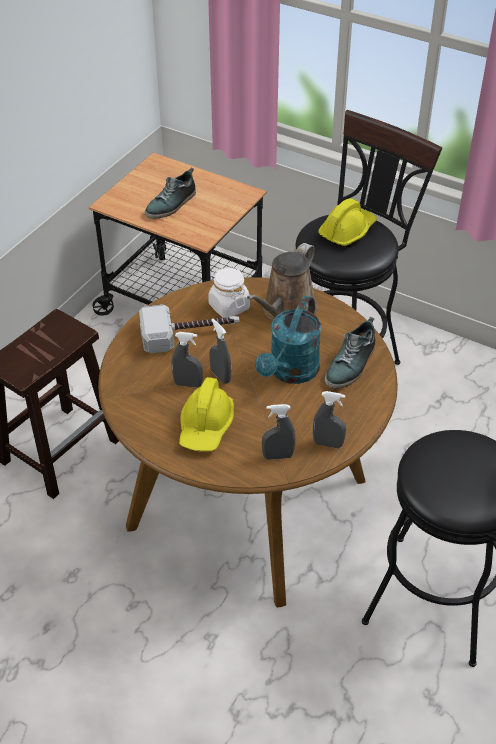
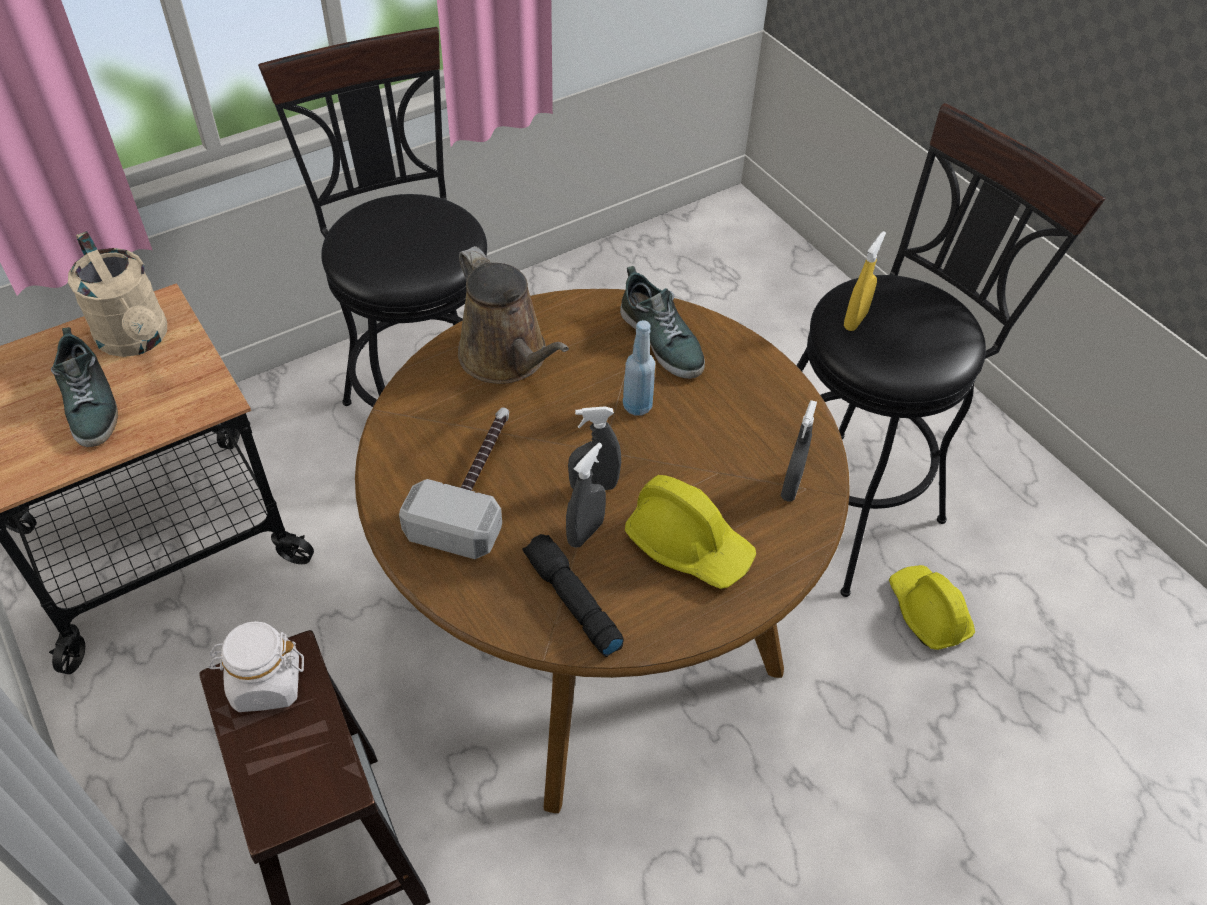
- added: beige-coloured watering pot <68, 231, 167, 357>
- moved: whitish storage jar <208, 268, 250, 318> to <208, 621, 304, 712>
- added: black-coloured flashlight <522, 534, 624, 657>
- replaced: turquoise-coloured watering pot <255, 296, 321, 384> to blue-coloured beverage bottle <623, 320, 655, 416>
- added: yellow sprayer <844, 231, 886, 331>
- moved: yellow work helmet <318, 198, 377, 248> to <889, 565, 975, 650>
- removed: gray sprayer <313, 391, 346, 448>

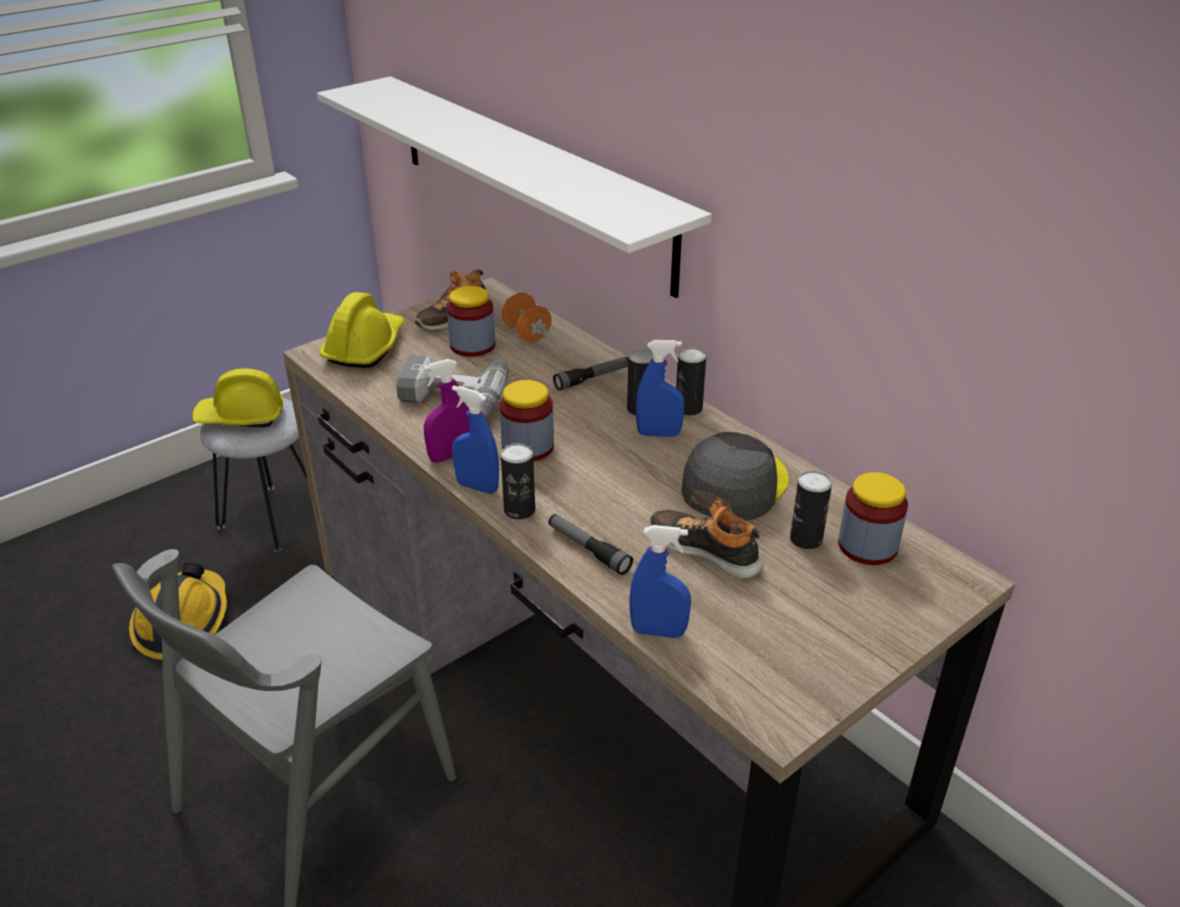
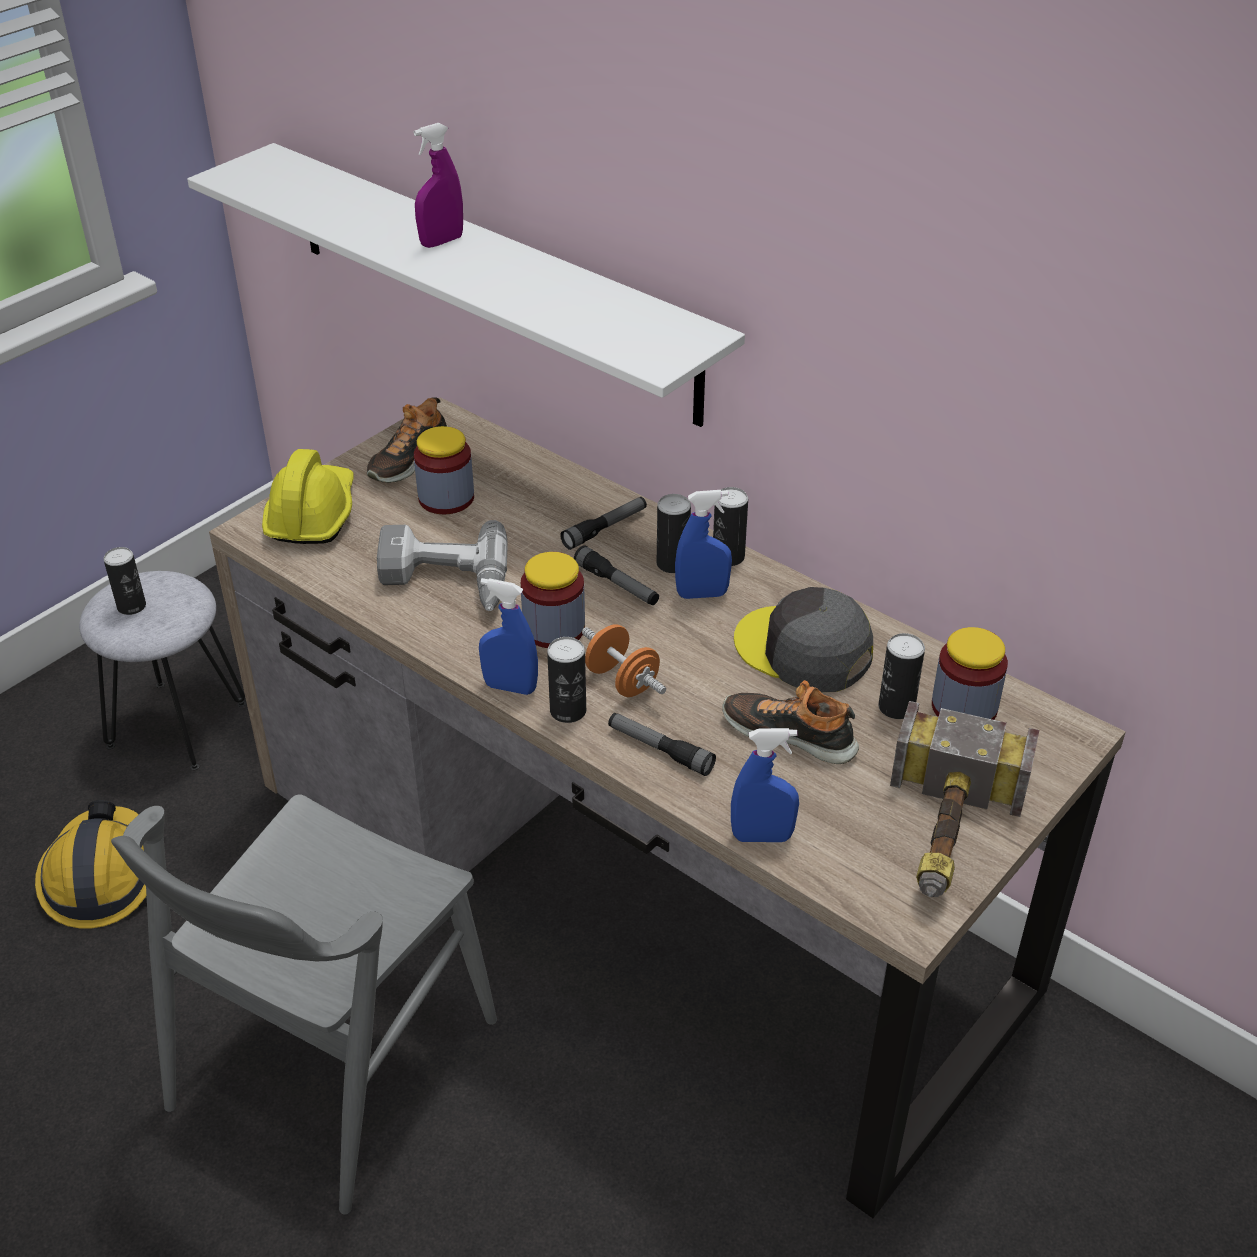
- replaced: yellow work helmet <192, 368, 283, 428> to can <103, 547, 146, 615>
- moved: purple sprayer <423, 359, 470, 462> to <414, 123, 463, 248>
- added: flashlight <574, 546, 659, 605>
- moved: orange-coloured free weight <502, 293, 552, 342> to <582, 624, 666, 697>
- turned: gray baseball cap <681, 432, 789, 521> = <734, 587, 873, 692> 75 degrees counterclockwise
- added: hammer <890, 701, 1039, 897>

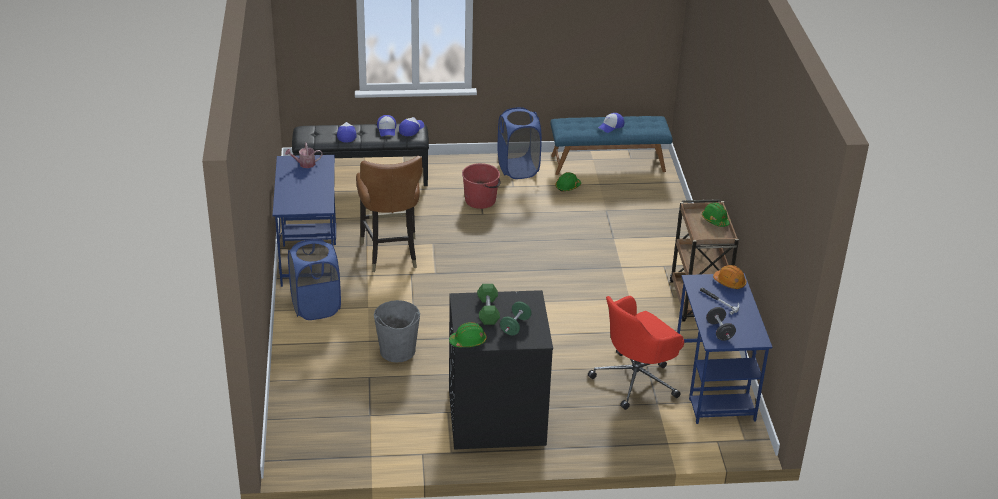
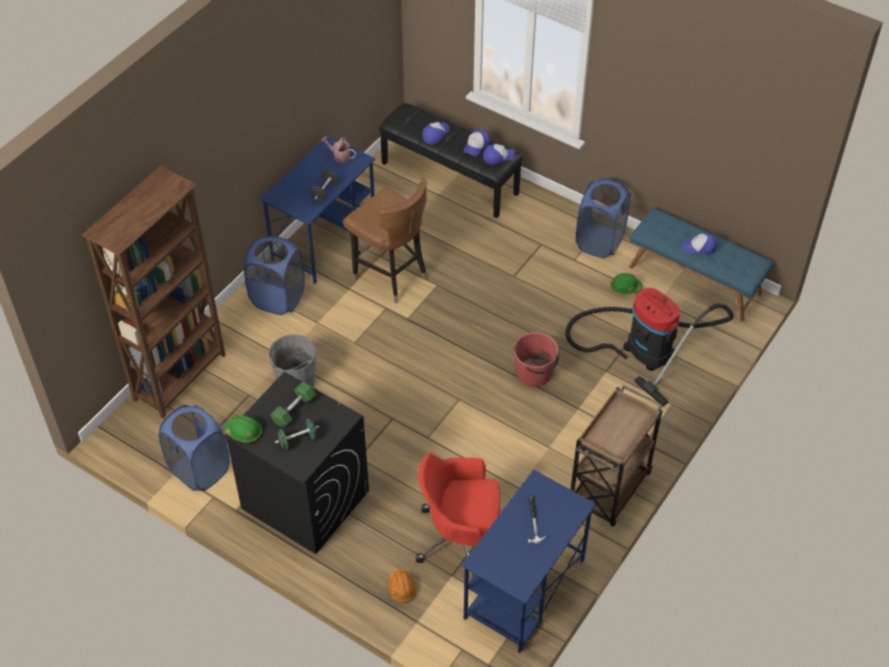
- added: brownish bookcase <82, 166, 225, 418>
- added: blue-coloured laundry basket <159, 405, 230, 491>
- moved: black-coloured free weight <706, 307, 736, 341> to <310, 171, 339, 202>
- turned: brownish plain chair <356, 156, 422, 272> = <343, 178, 428, 304> 75 degrees counterclockwise
- moved: orange-coloured work helmet <713, 265, 746, 289> to <388, 569, 416, 603>
- moved: red-coloured water bucket <462, 163, 501, 209> to <513, 332, 559, 387>
- added: vacuum cleaner <565, 288, 733, 407>
- removed: green work helmet <702, 203, 731, 227>

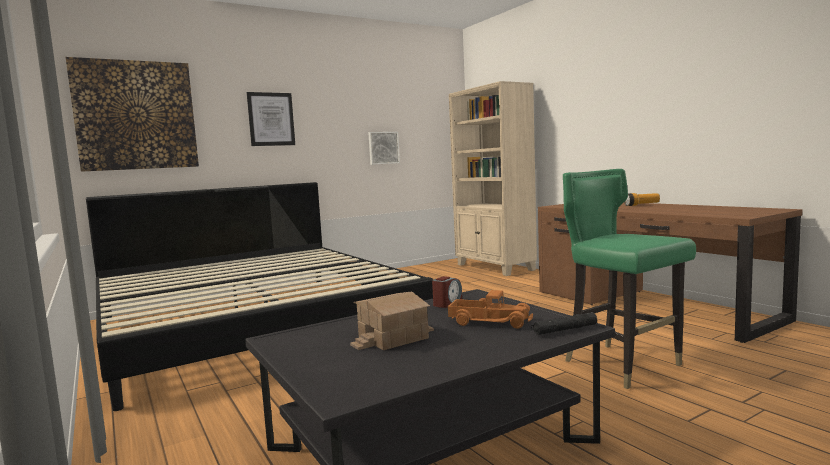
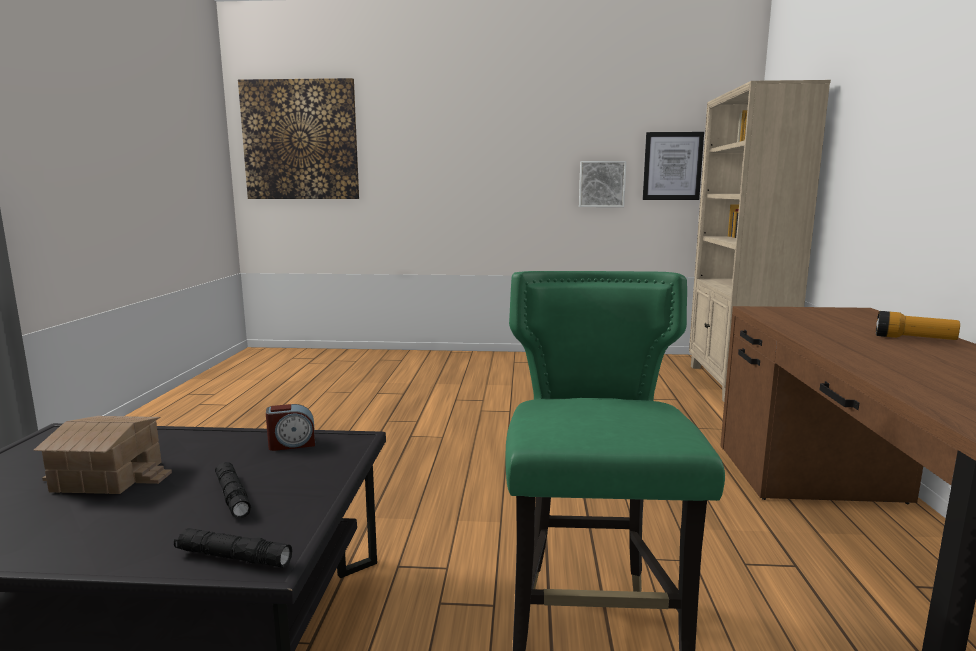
- replaced: toy lorry <448, 290, 533, 329> to black-coloured flashlight <215, 462, 251, 518>
- moved: wall art <247, 92, 295, 146> to <643, 132, 704, 200>
- removed: bedroom bed <86, 182, 433, 411>

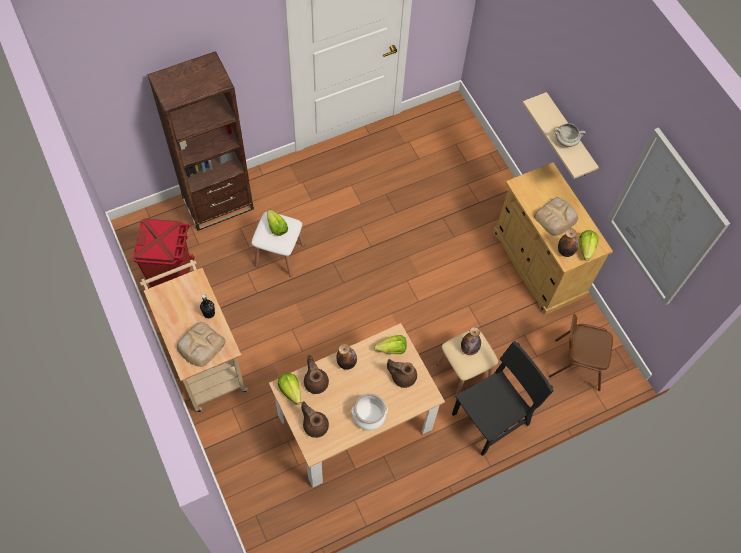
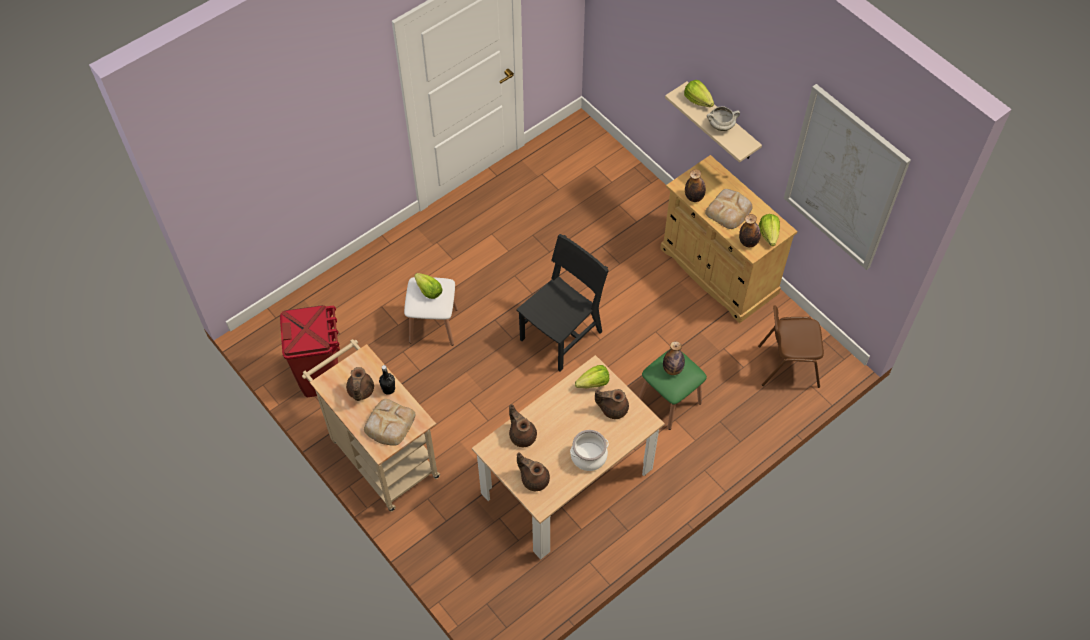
- added: brownish tea pot <346, 367, 374, 401>
- moved: black-coloured plain chair <452, 341, 554, 456> to <516, 234, 609, 371>
- recoloured: beige-coloured stool seat <436, 330, 498, 397> to green stool seat <638, 349, 707, 430>
- moved: lettuce head <278, 373, 301, 405> to <684, 80, 714, 107>
- moved: beverage bottle <336, 343, 357, 370> to <685, 169, 706, 202>
- removed: brownish bookcase <147, 51, 254, 231>

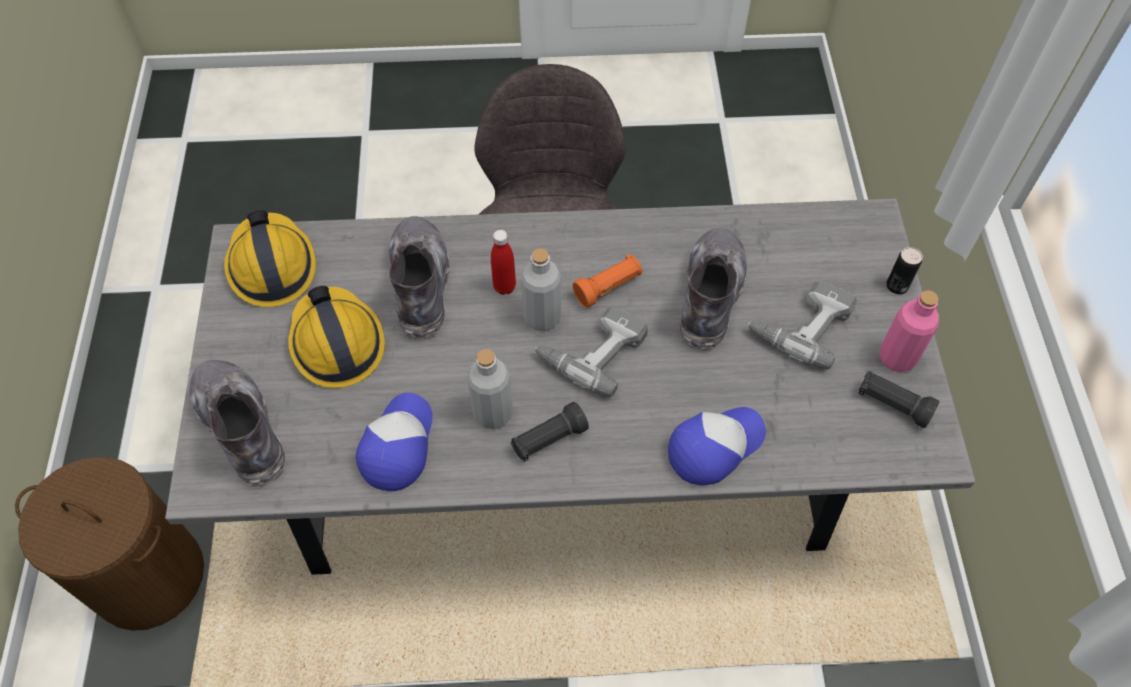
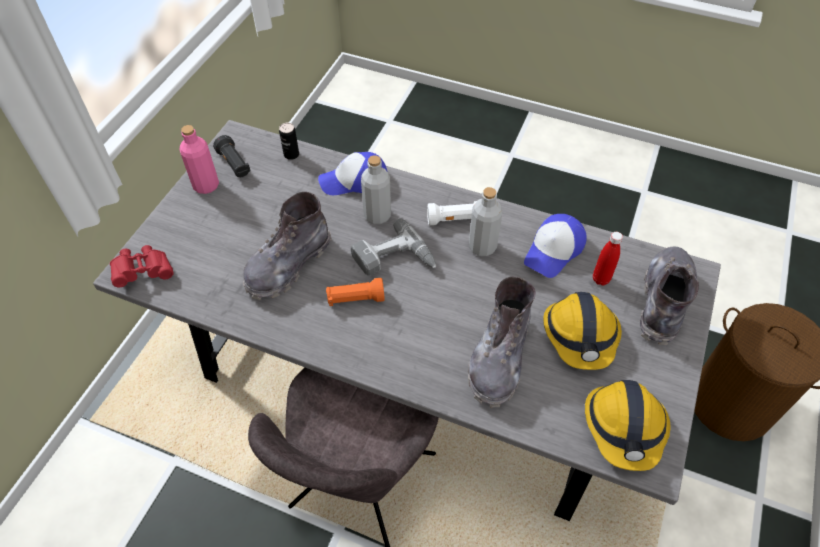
- added: red-coloured binoculars <110, 245, 174, 287>
- moved: can <886, 247, 923, 294> to <279, 123, 299, 160>
- moved: gray beverage bottle <521, 248, 561, 331> to <361, 155, 391, 224>
- recoloured: black-coloured flashlight <511, 402, 589, 462> to whitish flashlight <427, 201, 477, 225>
- moved: red-coloured beverage bottle <491, 230, 516, 295> to <593, 232, 623, 286>
- turned: gray boot <190, 360, 285, 487> = <640, 246, 699, 345> 150 degrees counterclockwise
- removed: power drill <748, 281, 857, 369>

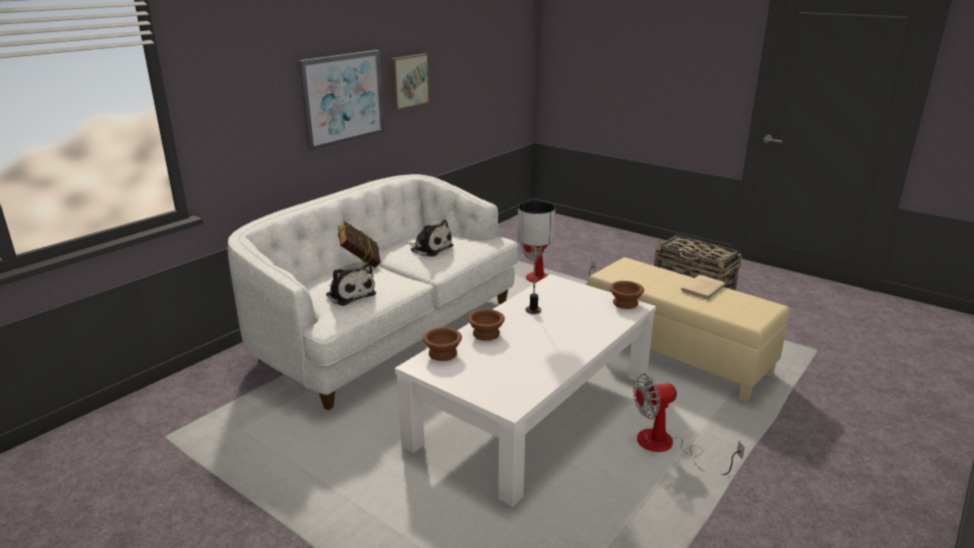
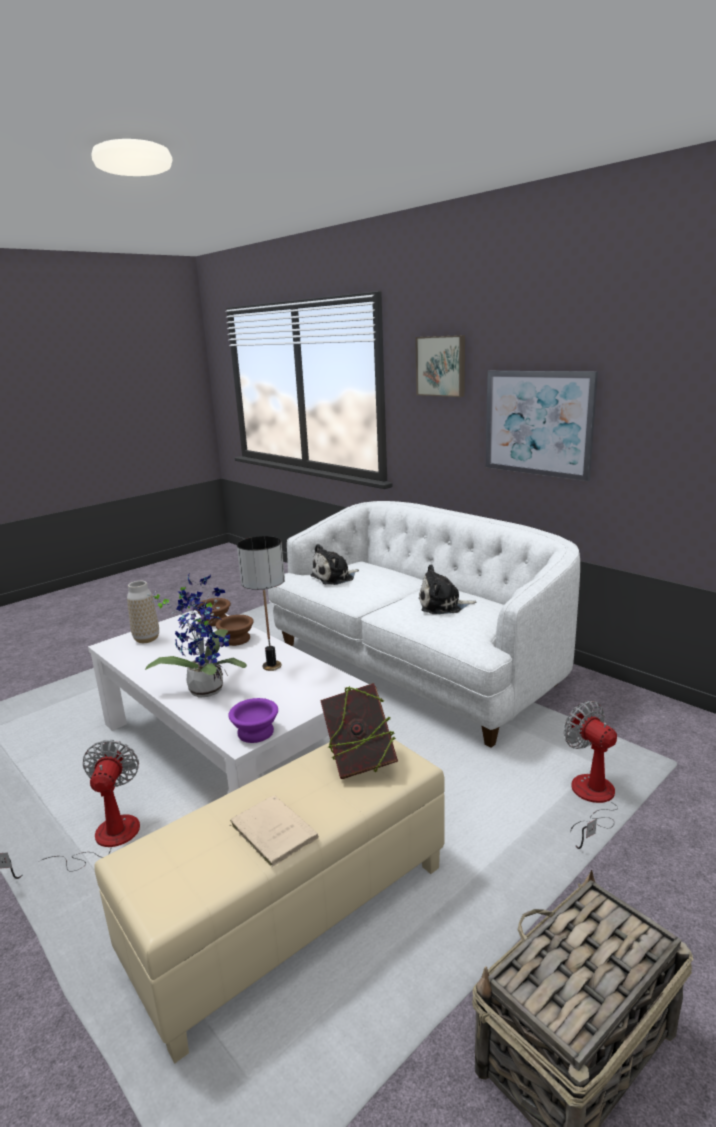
- added: decorative vase <127, 581, 159, 643>
- added: potted plant <145, 575, 247, 698>
- recoloured: brownish bowl <610, 281, 644, 309> to purple bowl <228, 698, 278, 743>
- moved: bound book <338, 221, 381, 268> to <320, 683, 398, 779>
- moved: wall art <390, 53, 430, 110> to <415, 335, 465, 397>
- turned: plush toy <406, 219, 454, 257> = <419, 564, 477, 614> 45 degrees clockwise

